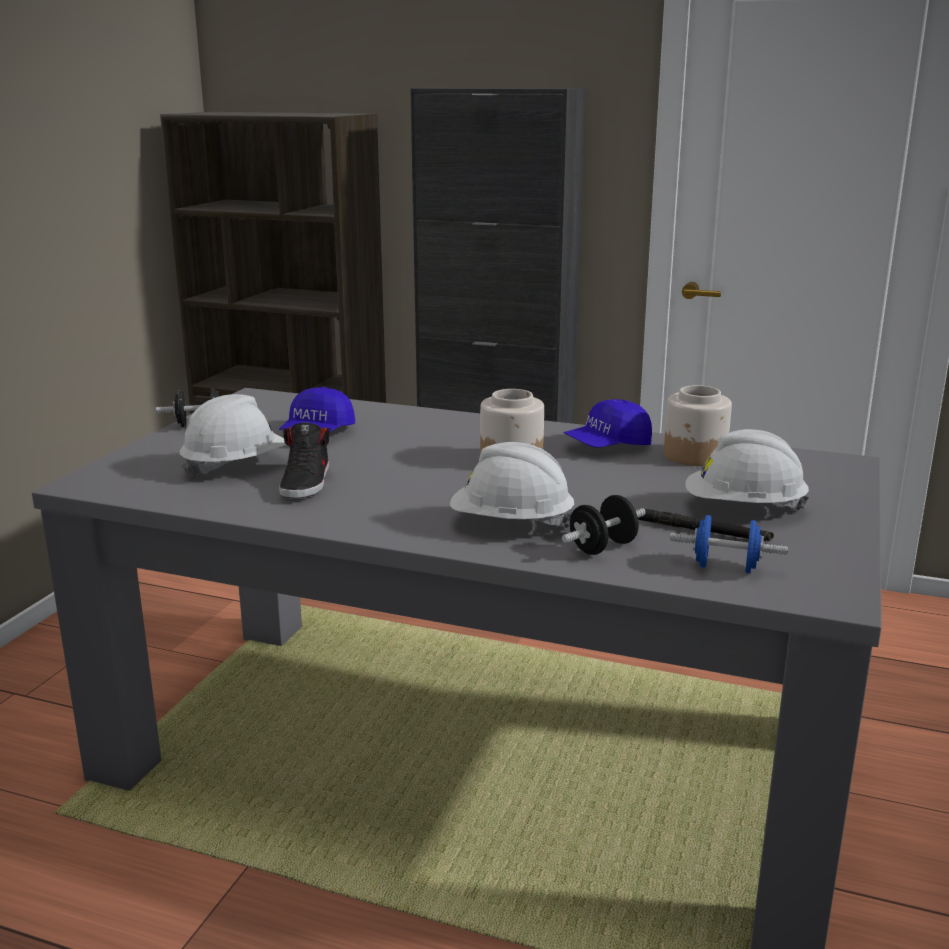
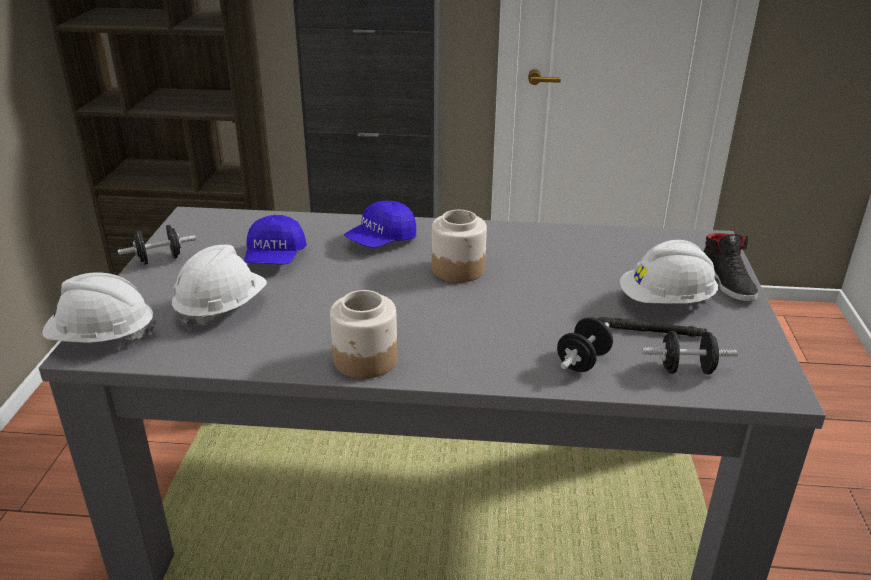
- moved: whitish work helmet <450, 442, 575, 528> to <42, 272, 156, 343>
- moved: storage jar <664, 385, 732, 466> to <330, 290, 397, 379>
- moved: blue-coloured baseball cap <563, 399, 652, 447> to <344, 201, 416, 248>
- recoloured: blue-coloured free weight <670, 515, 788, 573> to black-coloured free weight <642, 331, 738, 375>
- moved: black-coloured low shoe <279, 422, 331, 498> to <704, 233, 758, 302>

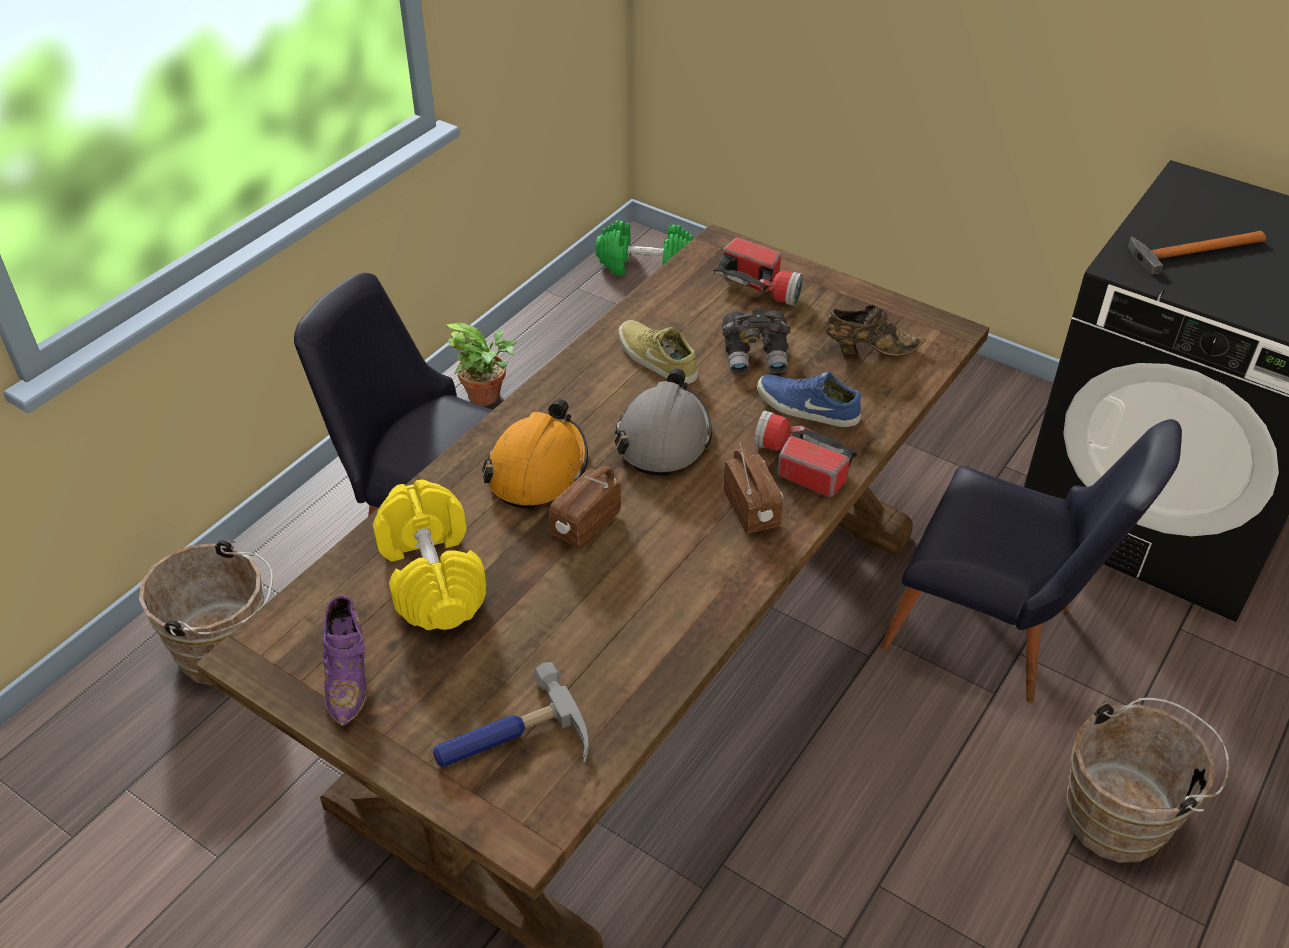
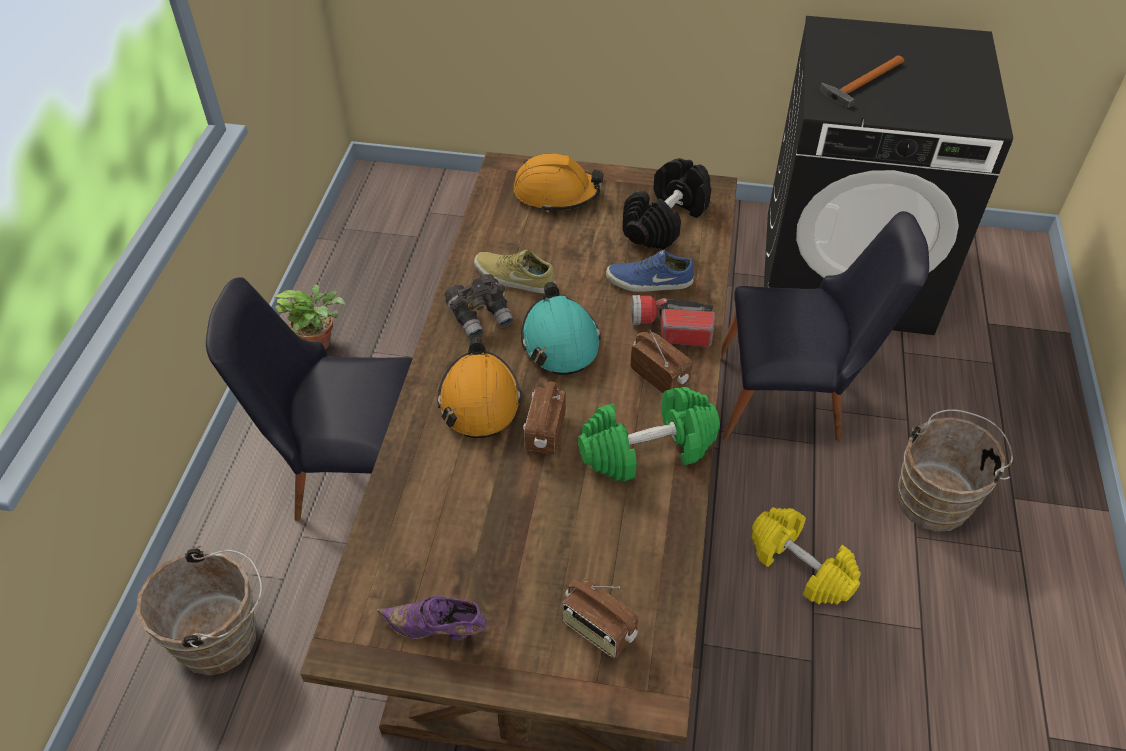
- turned: purple low shoe <323, 595, 367, 727> = <376, 596, 487, 641> 135 degrees clockwise
- moved: gray binoculars <722, 308, 791, 374> to <445, 274, 514, 339>
- replaced: flashlight <714, 238, 803, 306> to orange-coloured work helmet <513, 153, 604, 213>
- recoloured: gray work helmet <614, 368, 712, 476> to turquoise-coloured work helmet <521, 282, 601, 375>
- replaced: hammer <433, 662, 589, 767> to radio receiver <562, 579, 638, 658>
- moved: green free weight <596, 220, 693, 276> to <578, 387, 720, 482>
- replaced: brownish low shoe <824, 305, 927, 357> to black-coloured free weight <623, 158, 711, 250>
- moved: yellow free weight <373, 479, 486, 630> to <752, 507, 861, 605>

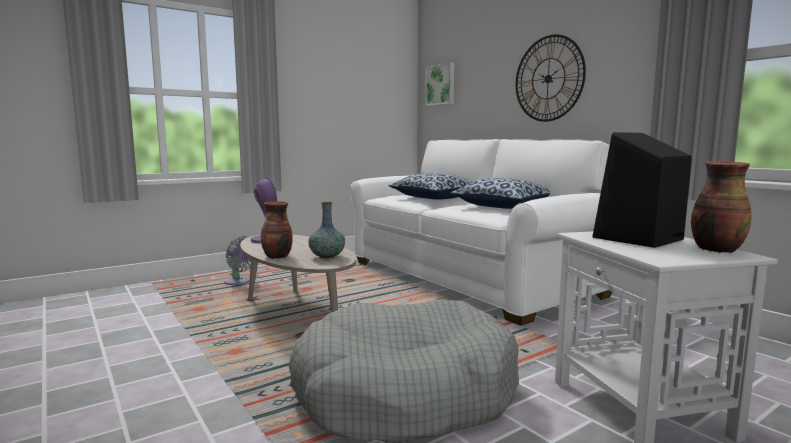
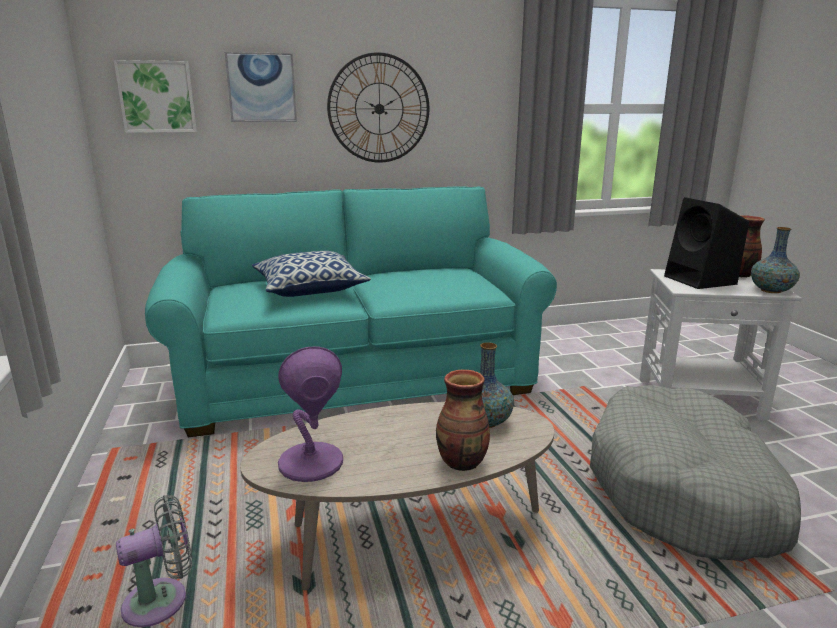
- recoloured: whitish settee <350, 139, 612, 326> to turquoise-coloured settee <145, 186, 557, 437>
- added: wall art <225, 52, 297, 122>
- added: decorative vase <751, 227, 800, 293>
- removed: cushion <451, 178, 550, 209>

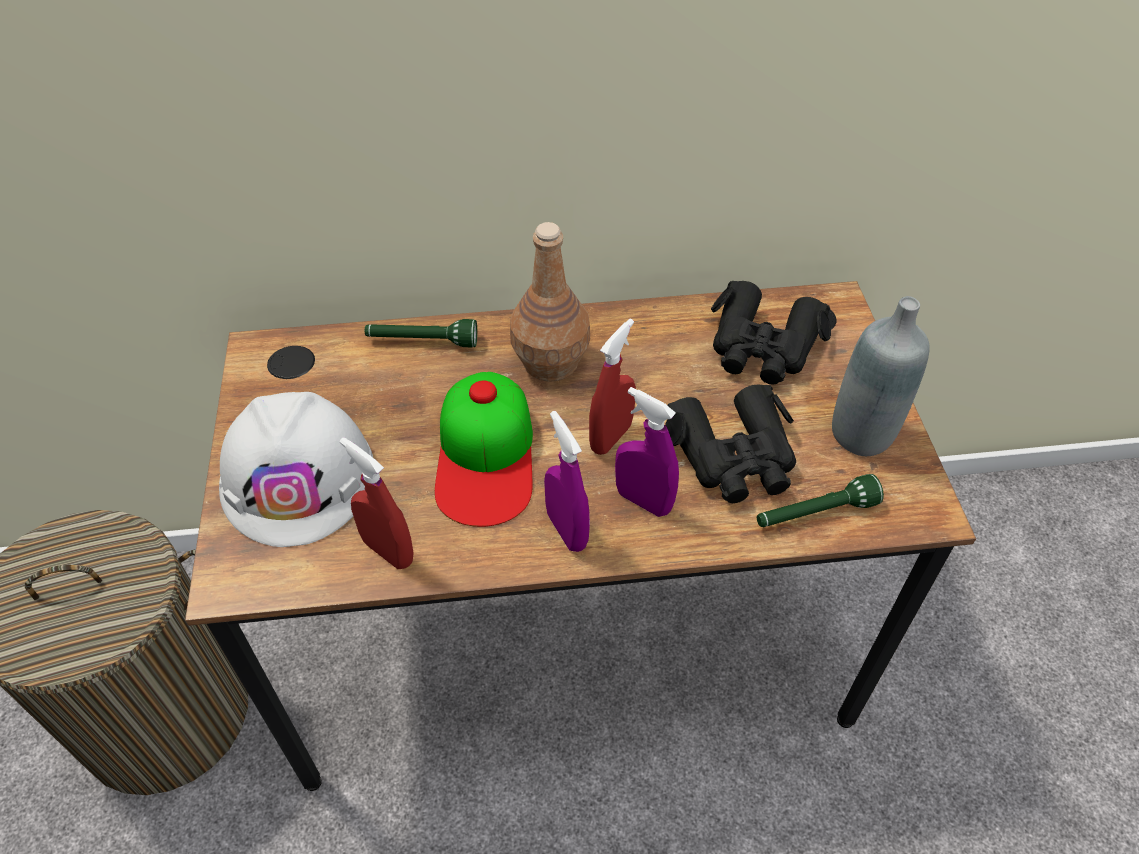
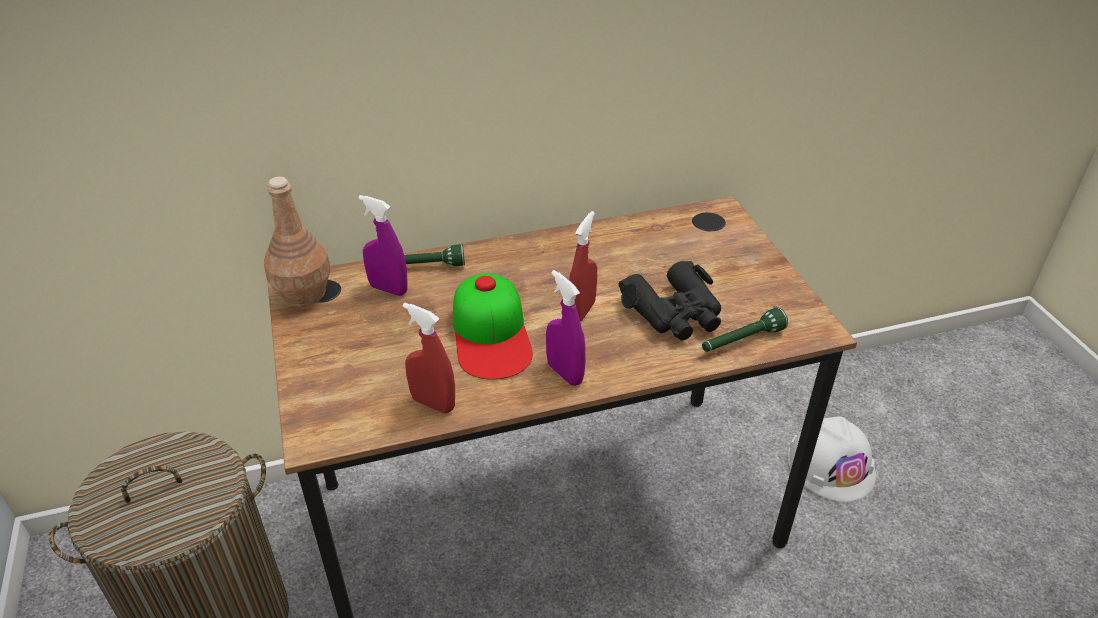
- moved: brownish beverage bottle <510, 222, 590, 382> to <264, 177, 331, 307>
- moved: purple sprayer <615, 387, 679, 517> to <358, 195, 407, 296>
- moved: whitish work helmet <219, 392, 373, 547> to <788, 416, 876, 502>
- removed: black-coloured binoculars <711, 281, 831, 385>
- removed: gray beverage bottle <832, 296, 930, 456>

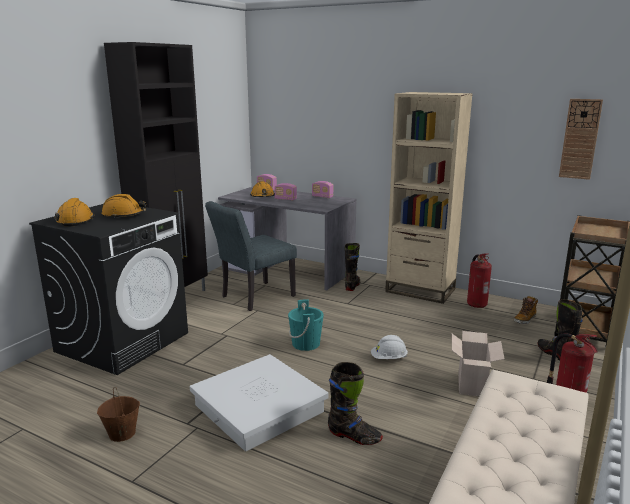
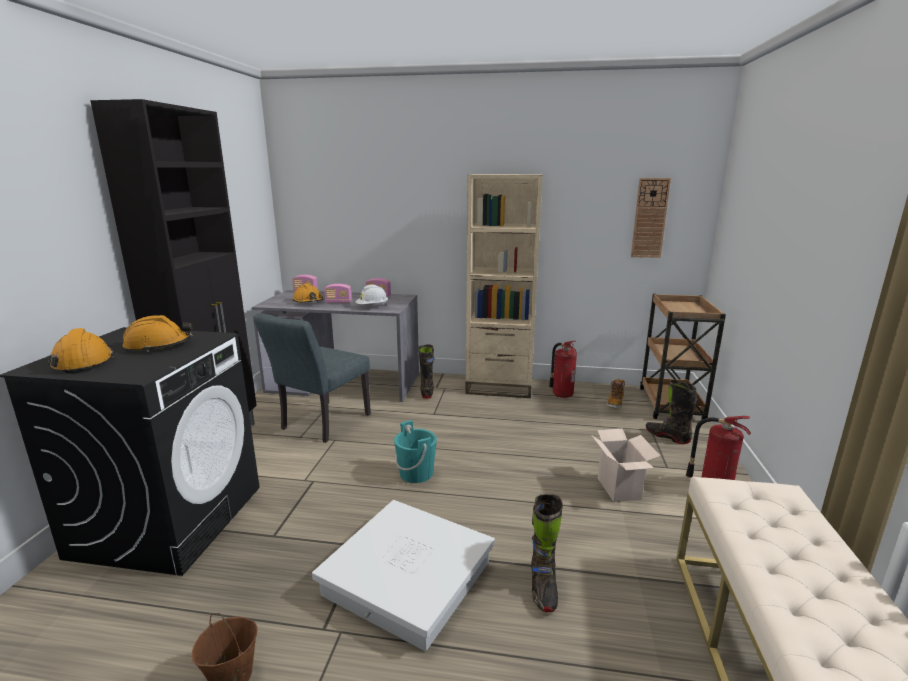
- moved: whitish work helmet <371, 335, 408, 359> to <356, 285, 388, 305>
- turned: black-coloured boot <328, 362, 383, 445> = <531, 494, 563, 612> 90 degrees clockwise

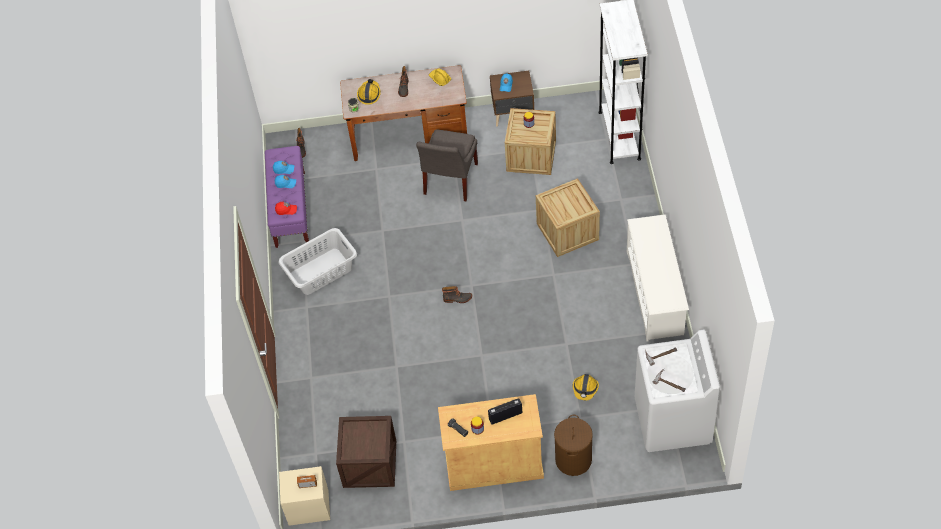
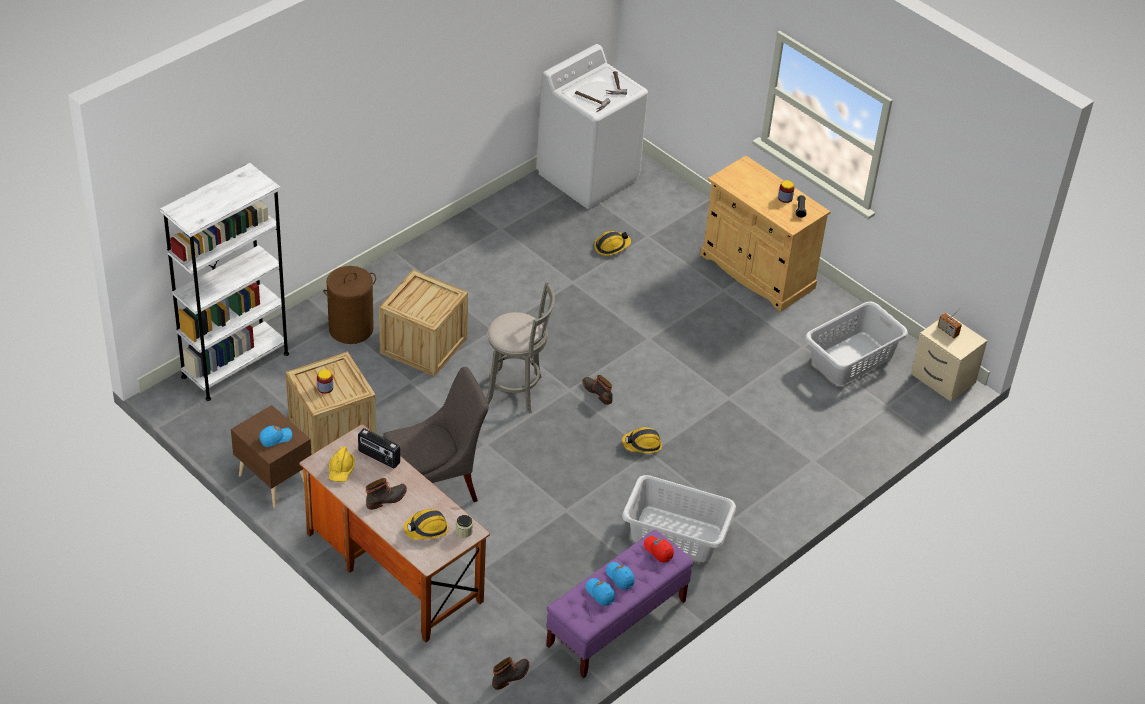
- moved: brownish laundry basket <554, 415, 593, 476> to <323, 266, 376, 344>
- moved: radio receiver <488, 398, 522, 425> to <358, 428, 400, 468>
- added: gray stool seat <486, 282, 555, 413>
- added: work helmet <622, 427, 662, 453>
- replaced: shipping crate <336, 416, 396, 488> to gray laundry basket <805, 302, 908, 385>
- removed: whitish shoe rack <627, 214, 689, 342>

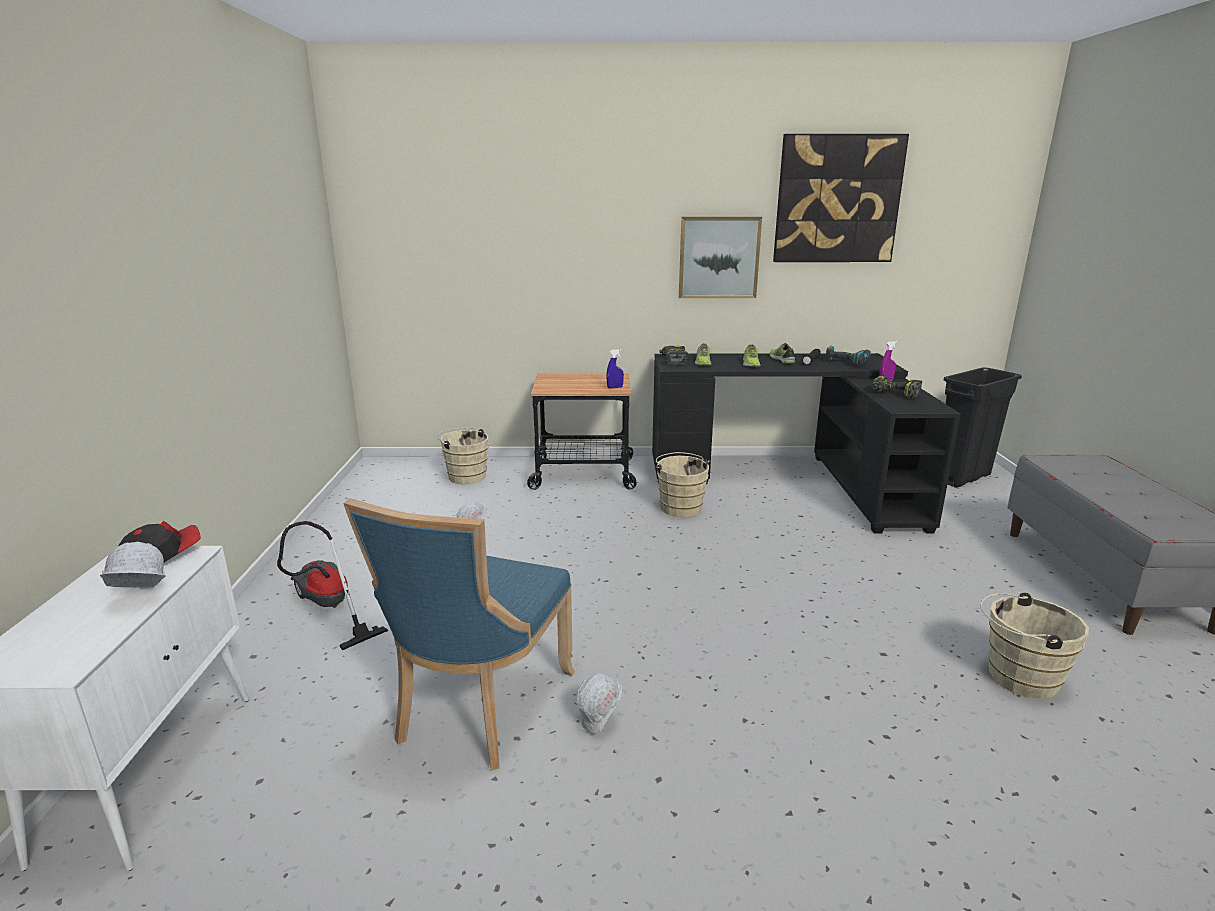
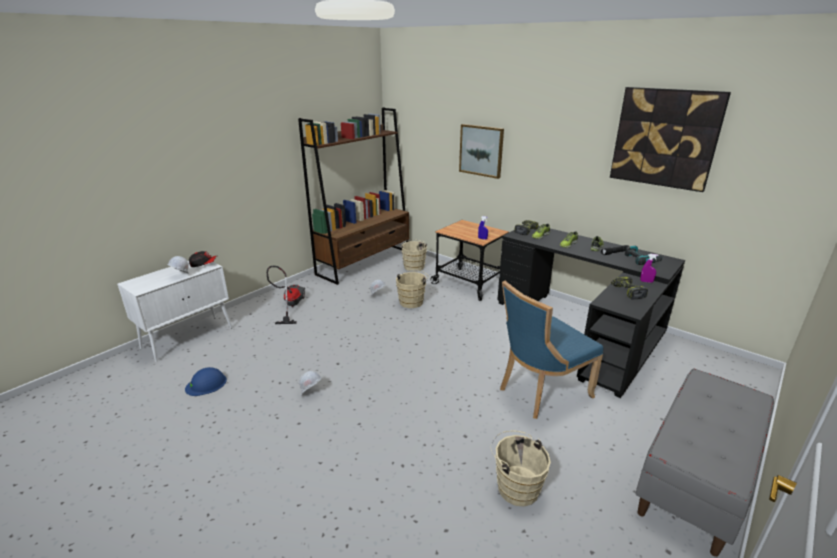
- added: blue-coloured work helmet <185, 367, 227, 396>
- added: brownish bookcase <298, 107, 409, 285>
- moved: beige-coloured water bucket <655, 452, 710, 517> to <396, 270, 429, 308>
- moved: wall art <679, 217, 762, 298> to <459, 124, 504, 179>
- moved: blue-coloured plain chair <343, 498, 575, 770> to <500, 281, 603, 419>
- removed: black-coloured rubbish bin <944, 367, 1022, 488>

